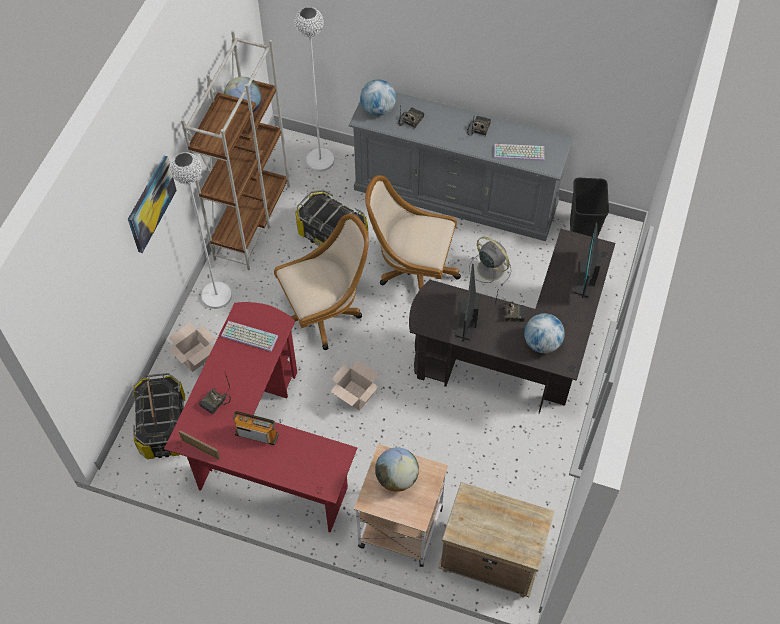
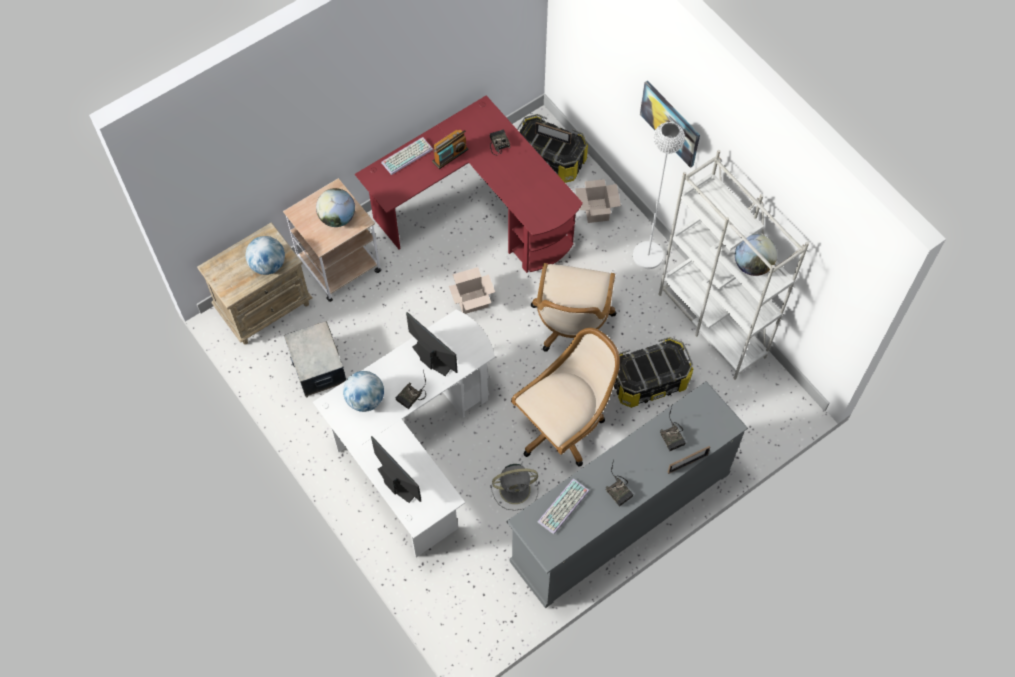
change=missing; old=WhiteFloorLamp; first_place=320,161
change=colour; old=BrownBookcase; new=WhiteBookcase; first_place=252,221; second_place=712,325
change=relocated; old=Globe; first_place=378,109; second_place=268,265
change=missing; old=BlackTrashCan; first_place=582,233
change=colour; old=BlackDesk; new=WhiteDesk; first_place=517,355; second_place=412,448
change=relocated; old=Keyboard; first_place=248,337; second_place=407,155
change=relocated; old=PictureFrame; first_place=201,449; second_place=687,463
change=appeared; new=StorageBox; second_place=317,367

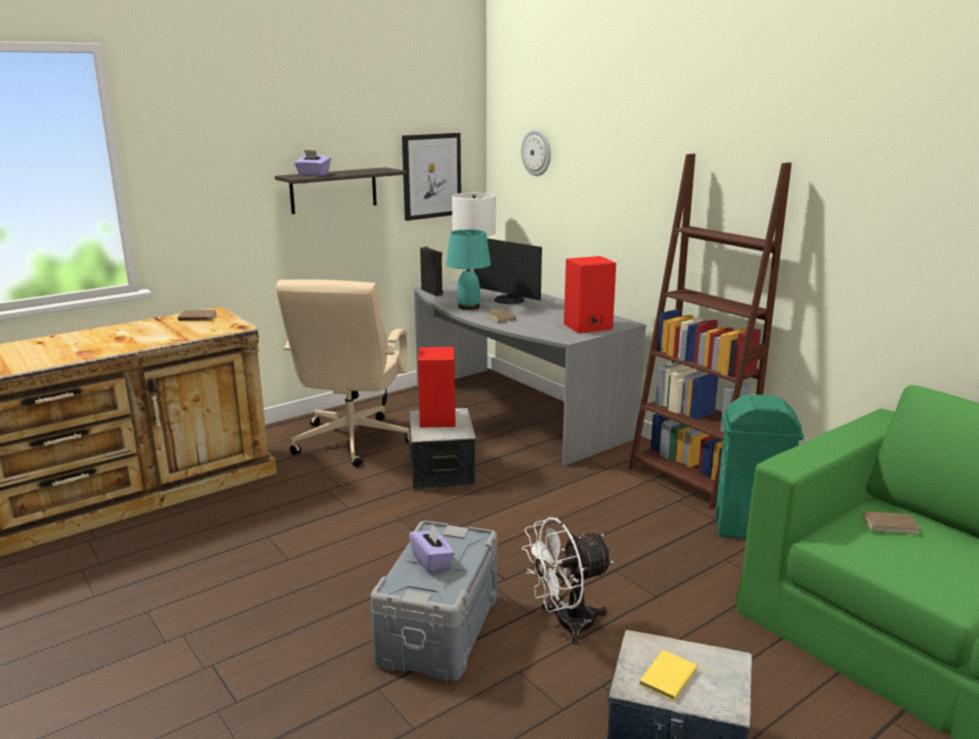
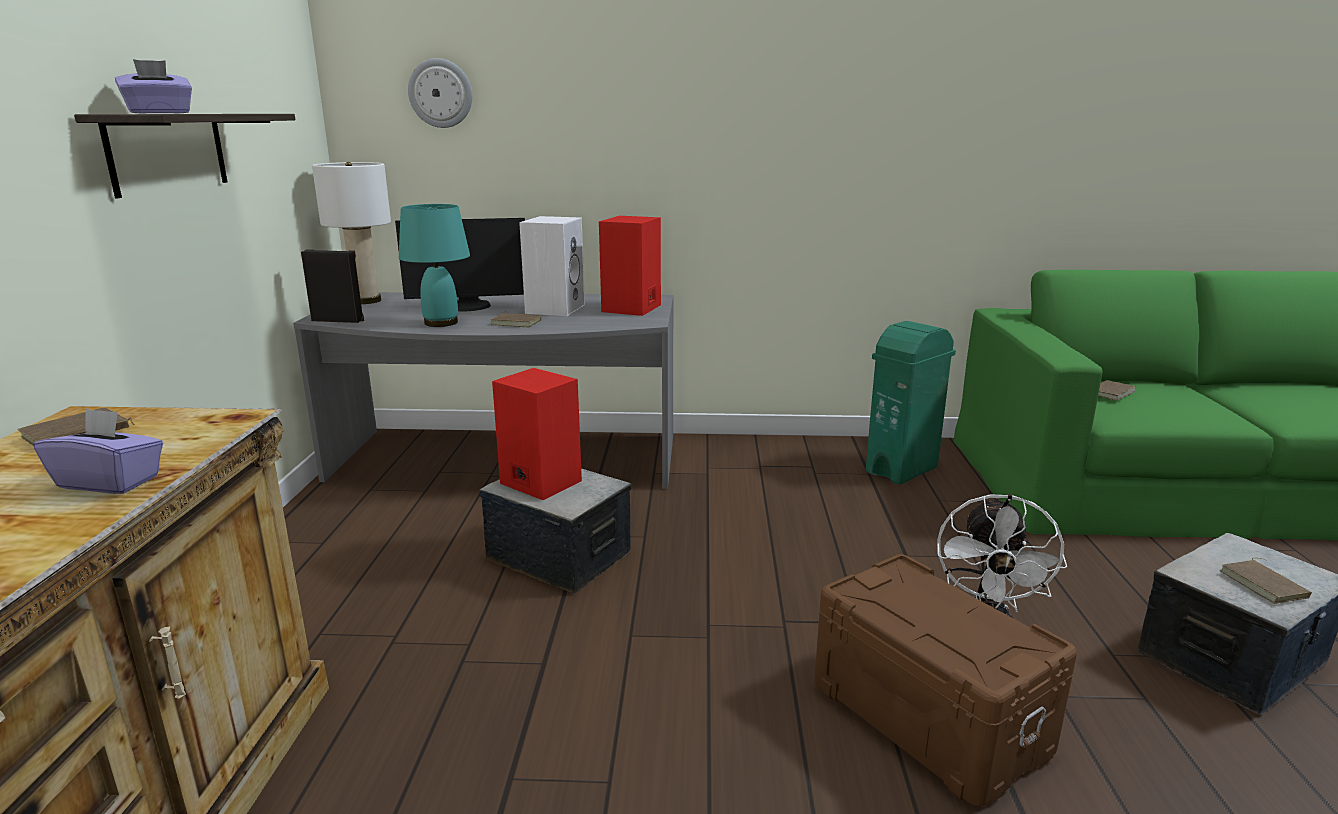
change=missing; old=Picture; first_place=431,176
change=missing; old=BrownBookcase; first_place=688,479
change=missing; old=BeigeOfficeChair; first_place=352,440
change=colour; old=GreyStorageBox; new=BrownStorageBox; first_place=440,629; second_place=929,715
change=relocated; old=PurpleTissueBox; first_place=432,561; second_place=110,482
change=colour; old=YellowBook; new=BrownBook; first_place=670,679; second_place=1265,585
change=appeared; new=WhiteSpeaker; second_place=554,309

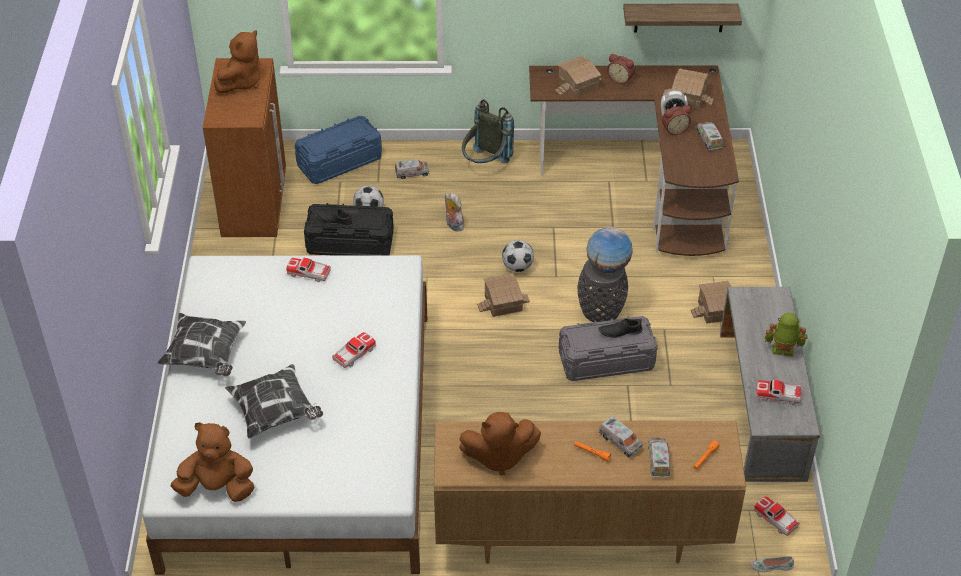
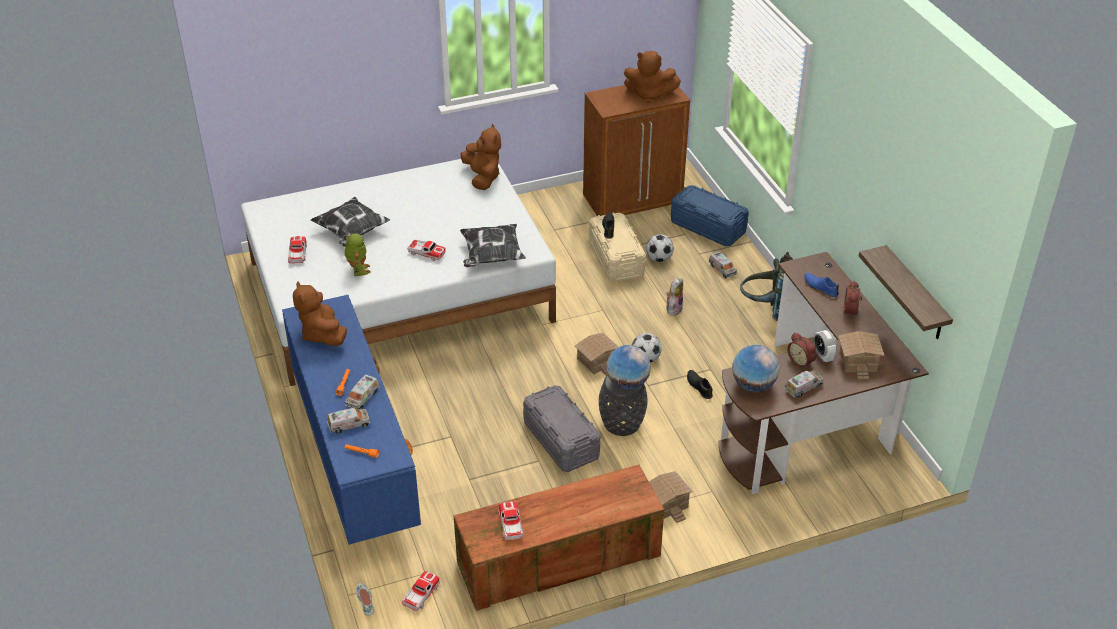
change=exchanged; old=ToyHouse; new=BlueShoe; first_place=578,86; second_place=820,287
change=colour; old=BlackStorageBox; new=BeigeStorageBox; first_place=350,243; second_place=616,259
change=relocated; old=ToyCar; first_place=309,273; second_place=297,254
change=colour; old=GreyBench; new=BrownBench; first_place=763,405; second_place=558,561
change=relocated; old=Pillow; first_place=205,355; second_place=491,256
change=relocated; old=ToyRobot; first_place=782,351; second_place=358,270
change=relocated; old=BlackShoe; first_place=620,331; second_place=699,386
change=colour; old=BrownDresser; new=BlueDresser; first_place=581,536; second_place=357,468
change=relocated; old=BrownPlushToy; first_place=217,487; second_place=483,177
change=appeared; new=Globe; second_place=753,385

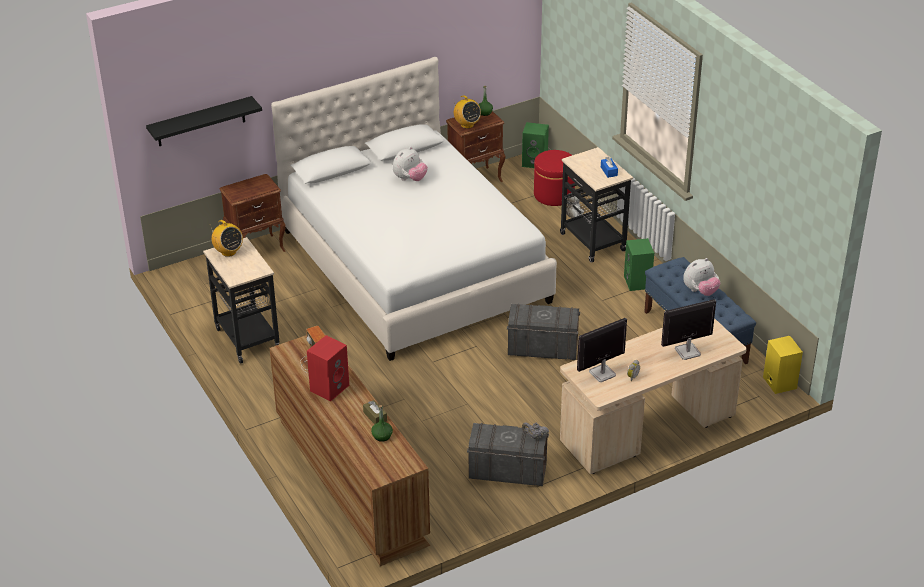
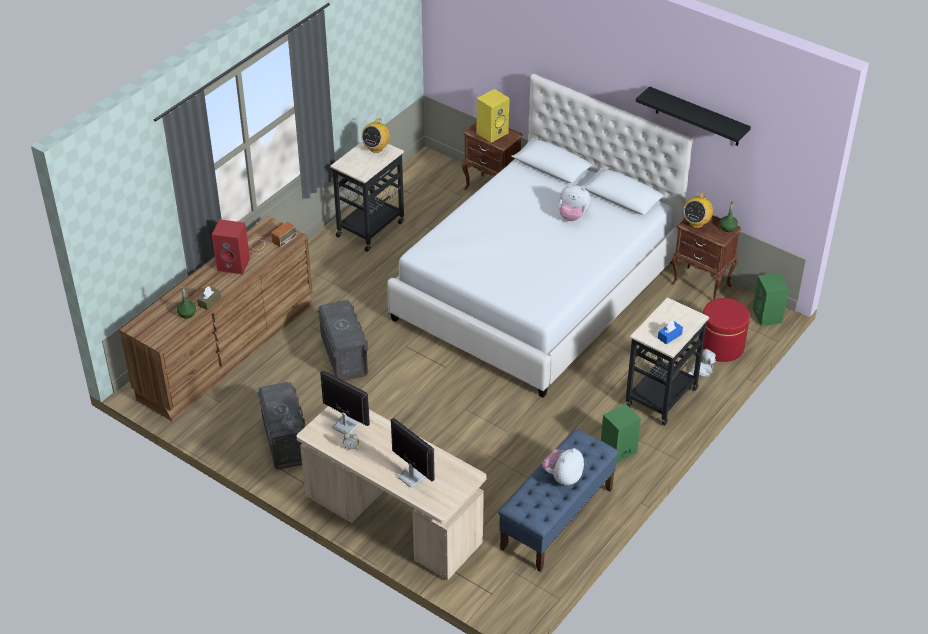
change=relocated; old=BlackShelf; first_place=201,122; second_place=698,117
change=spun; old=PlushToy; first_place=700,291; second_place=563,477; degrees=90
change=relocated; old=GreyStorageBox; first_place=542,348; second_place=344,356
change=relocated; old=YellowSpeaker; first_place=778,382; second_place=492,132

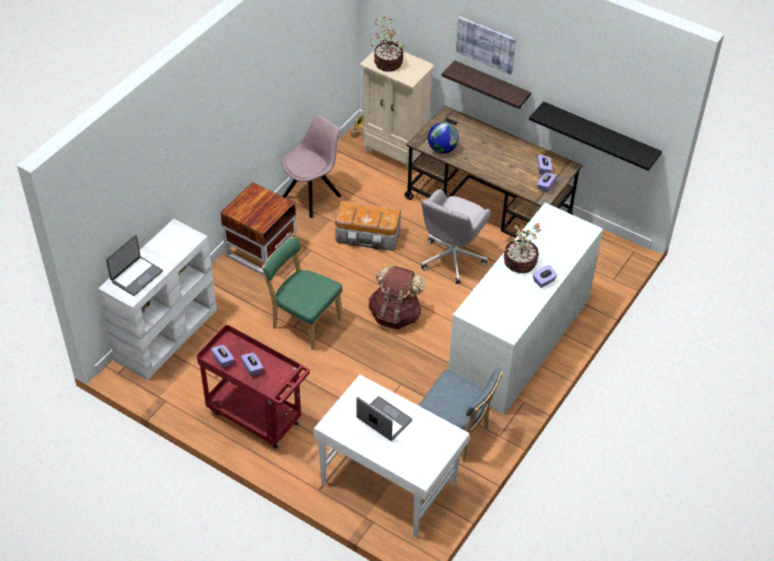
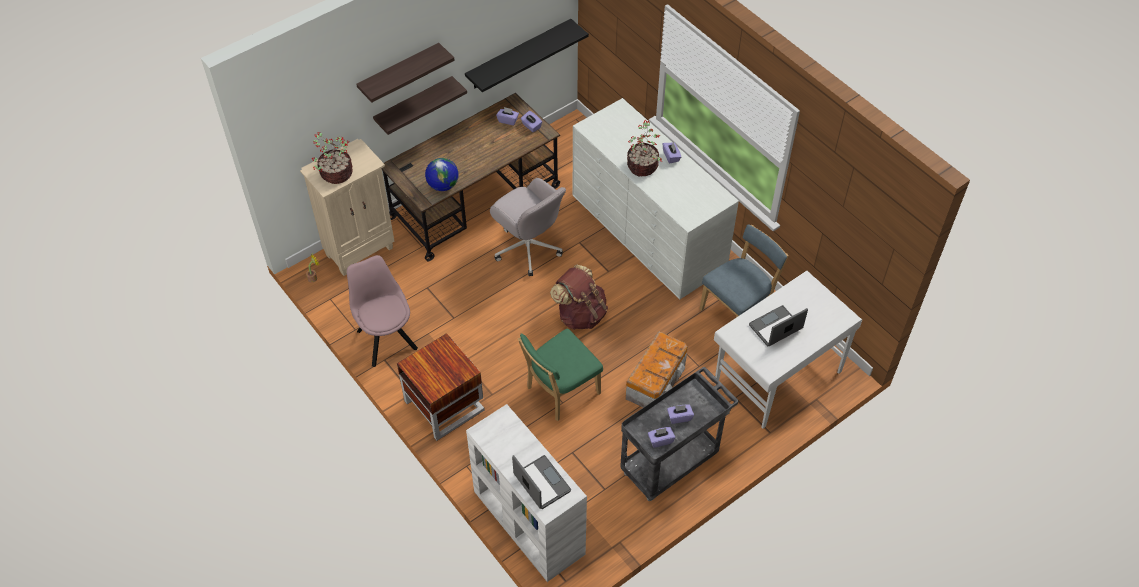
change=exchanged; old=Picture; new=Shelf; first_place=486,44; second_place=399,73
change=relocated; old=StorageBox; first_place=368,236; second_place=656,380
change=colour; old=RedCart; new=GreyCart; first_place=258,420; second_place=672,463

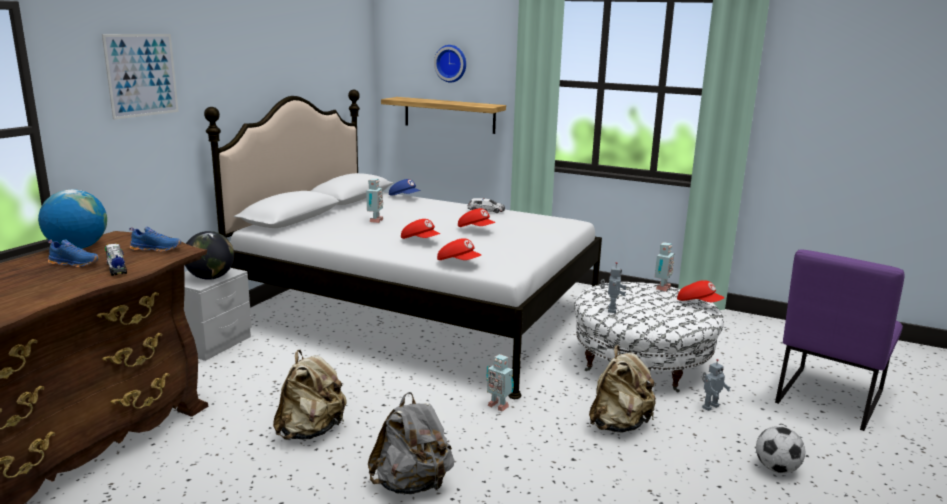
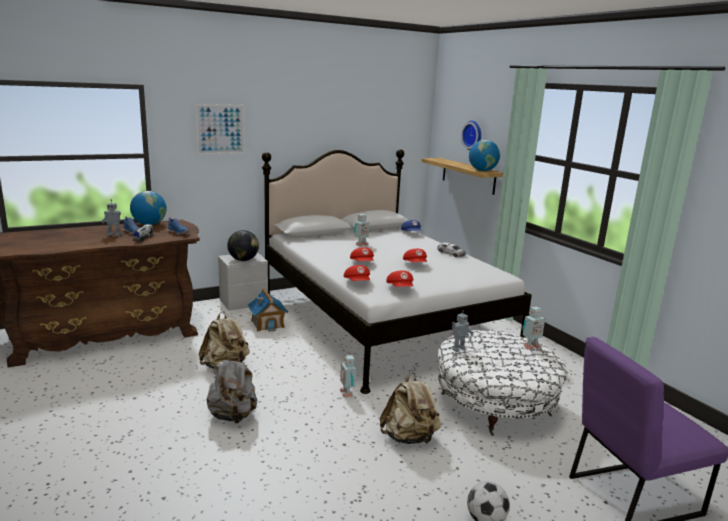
change=relocated; old=RedCap; first_place=699,303; second_place=400,288
change=relocated; old=ToyRobot; first_place=709,406; second_place=114,235
change=appeared; new=Globe; second_place=482,170
change=appeared; new=ToyHouse; second_place=267,324

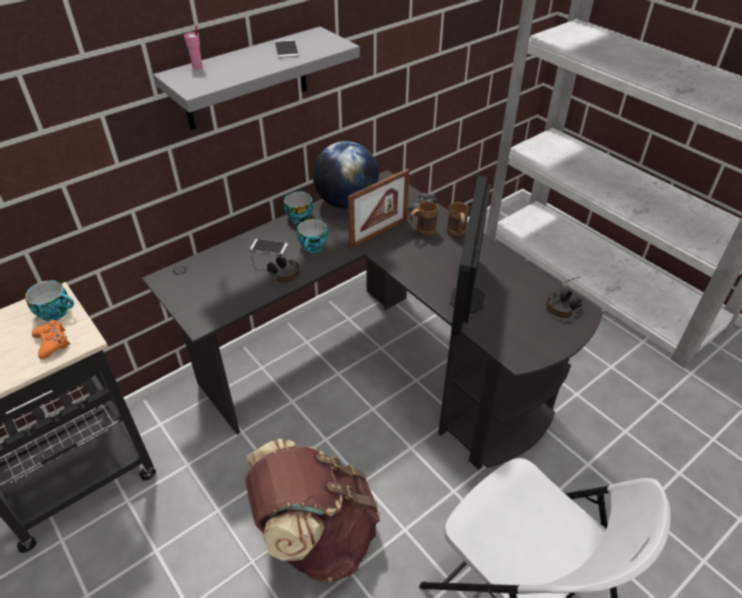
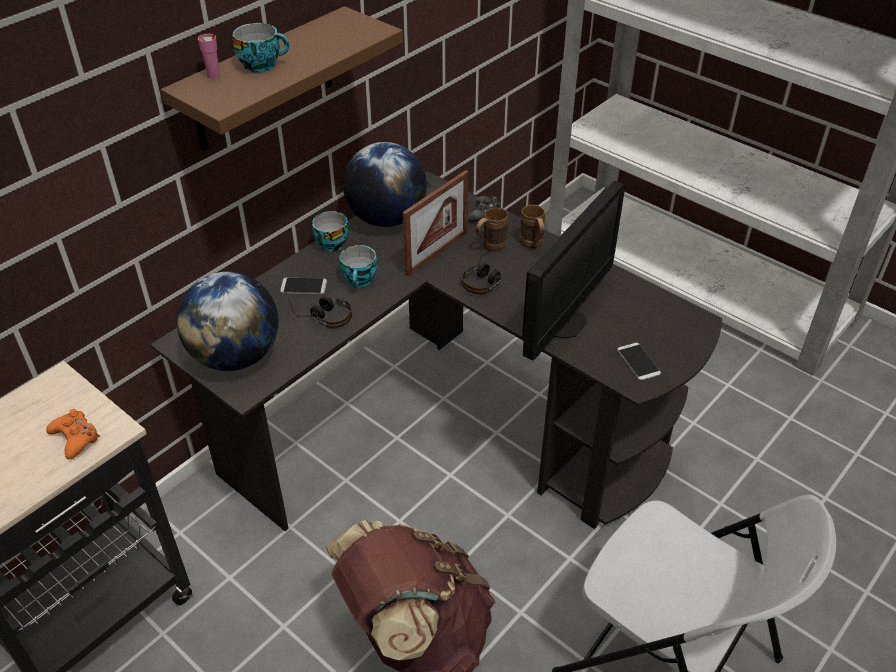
change=colour; old=GreyShelf; new=BrownShelf; first_place=246,79; second_place=263,81
change=relocated; old=Phone; first_place=286,49; second_place=638,362
change=spun; old=Monitor; first_place=467,299; second_place=563,322; degrees=-150
change=relocated; old=Headphones; first_place=566,303; second_place=485,279
change=relocated; old=Cup; first_place=56,312; second_place=262,65
change=appeared; new=Globe; second_place=236,356

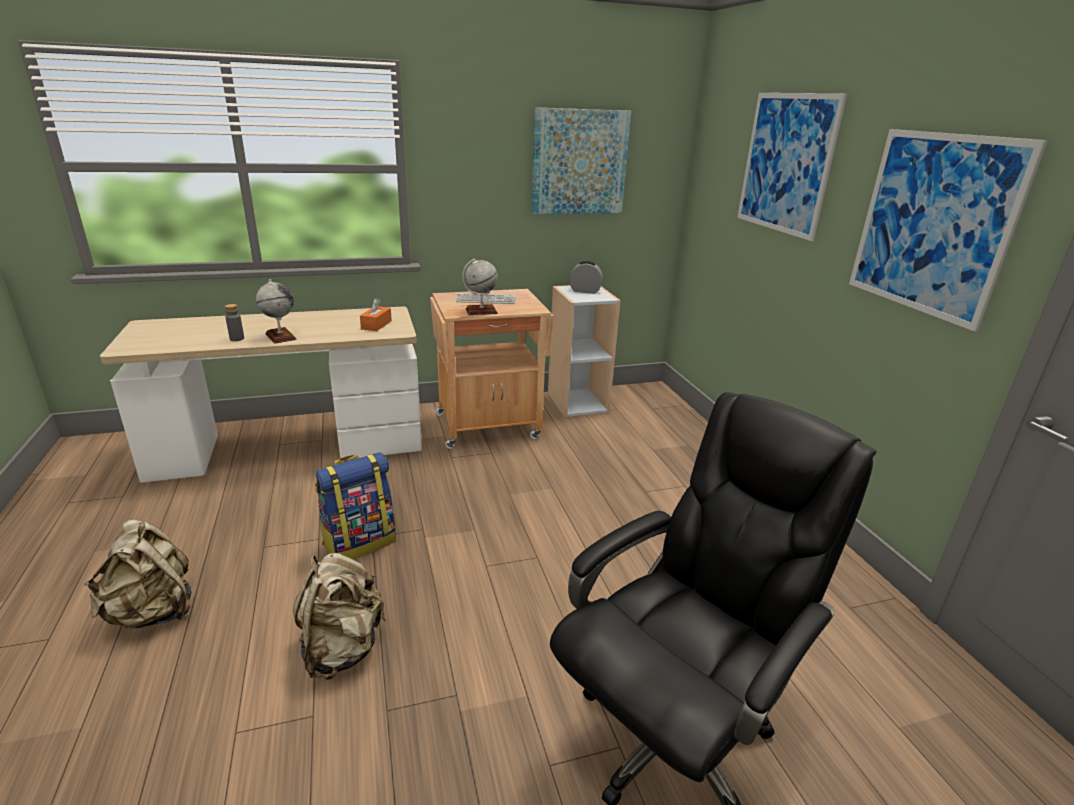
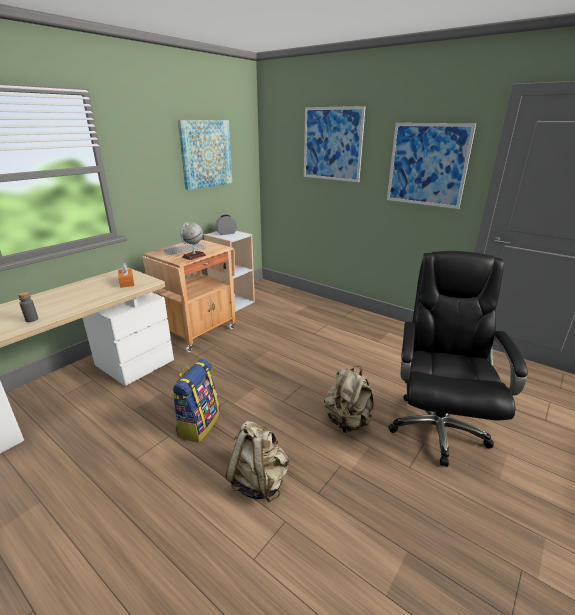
change=missing; old=Globe; first_place=280,336
change=relocated; old=BeigeBackpack; first_place=153,612; second_place=347,422

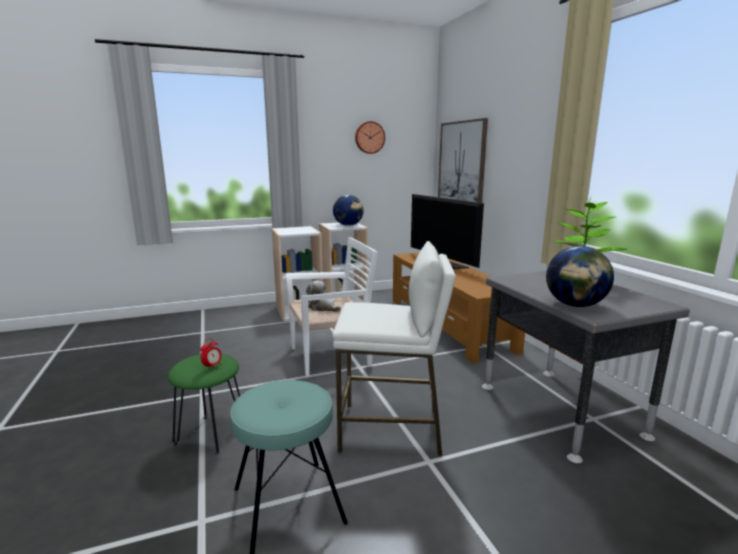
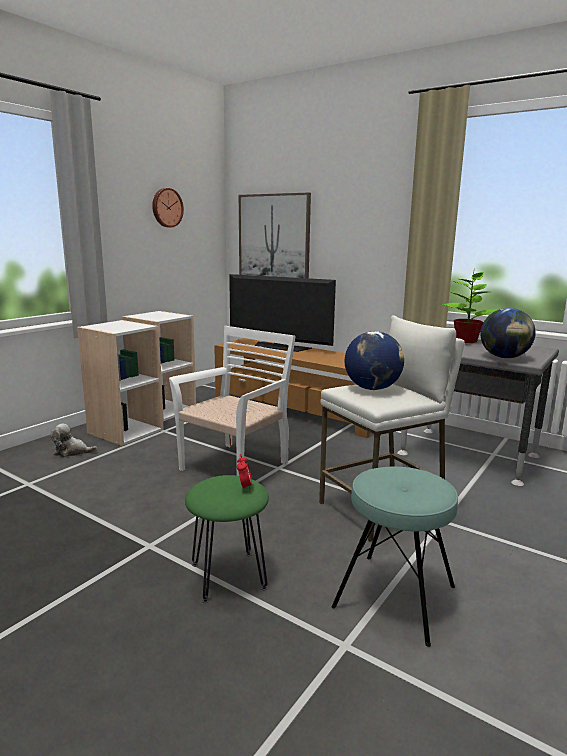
change=relocated; old=Globe; first_place=348,225; second_place=372,388
change=relocated; old=PlushToy; first_place=322,308; second_place=72,452

